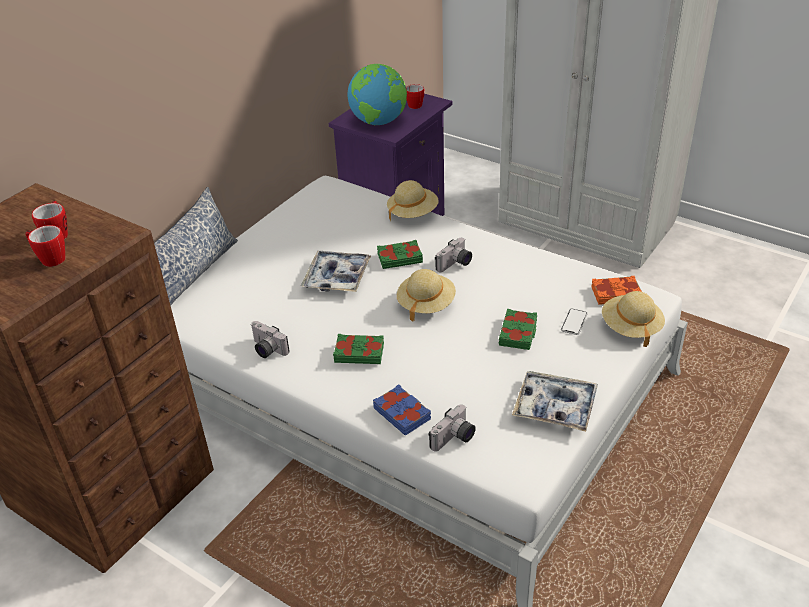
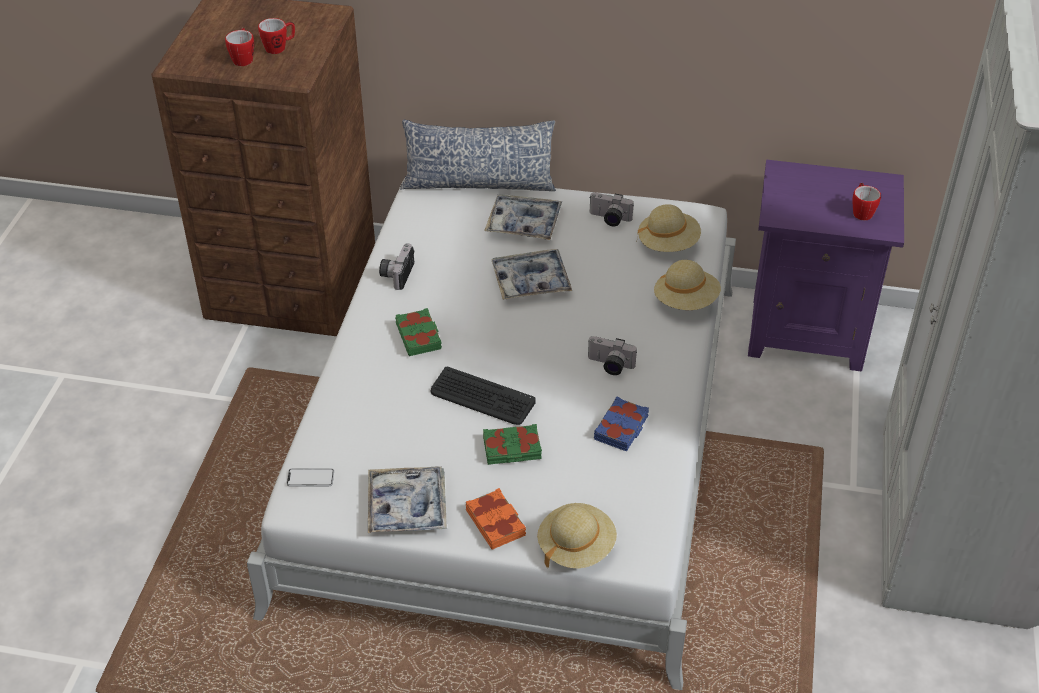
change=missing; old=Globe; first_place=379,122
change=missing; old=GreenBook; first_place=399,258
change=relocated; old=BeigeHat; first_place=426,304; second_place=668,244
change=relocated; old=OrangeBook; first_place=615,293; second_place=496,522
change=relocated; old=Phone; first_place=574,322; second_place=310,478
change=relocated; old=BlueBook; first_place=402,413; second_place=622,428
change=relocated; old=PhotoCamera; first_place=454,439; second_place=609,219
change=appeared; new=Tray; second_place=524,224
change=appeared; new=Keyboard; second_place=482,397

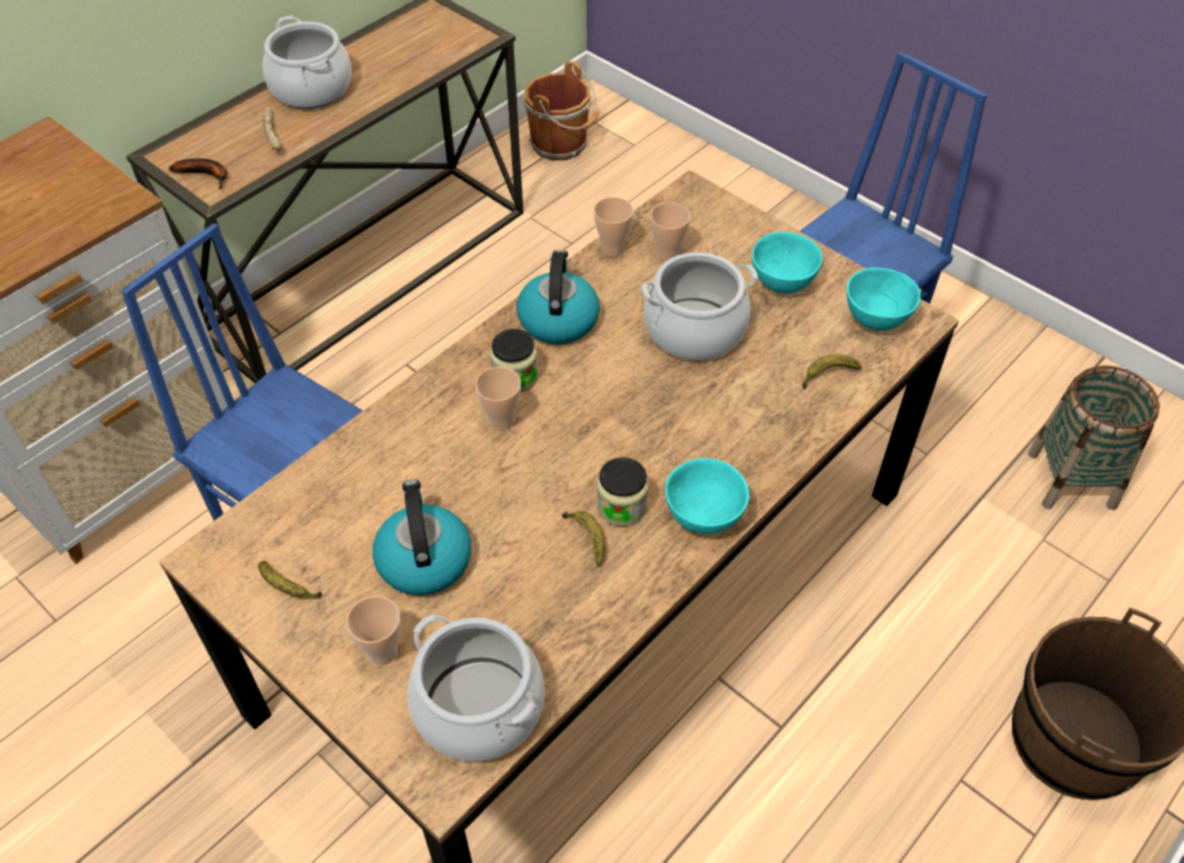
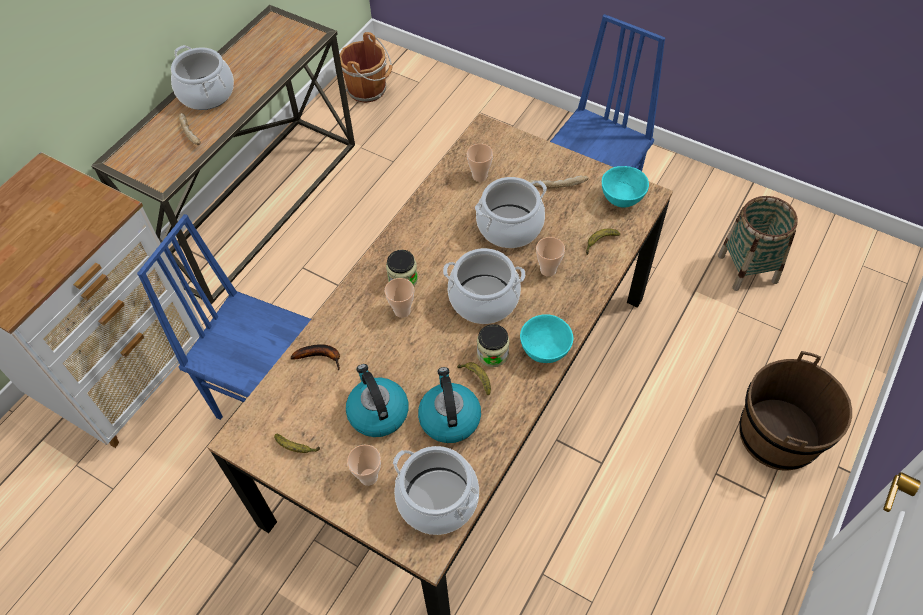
change=relocated; old=Banana; first_place=206,175; second_place=321,356
change=relocated; old=Cup; first_place=612,248; second_place=548,270
change=exchanged; old=TurquoiseBowl; new=Bread; first_place=782,284; second_place=557,185
change=relocated; old=Kettle; first_place=558,319; second_place=449,418
change=appeared; new=CookingPot; second_place=484,299

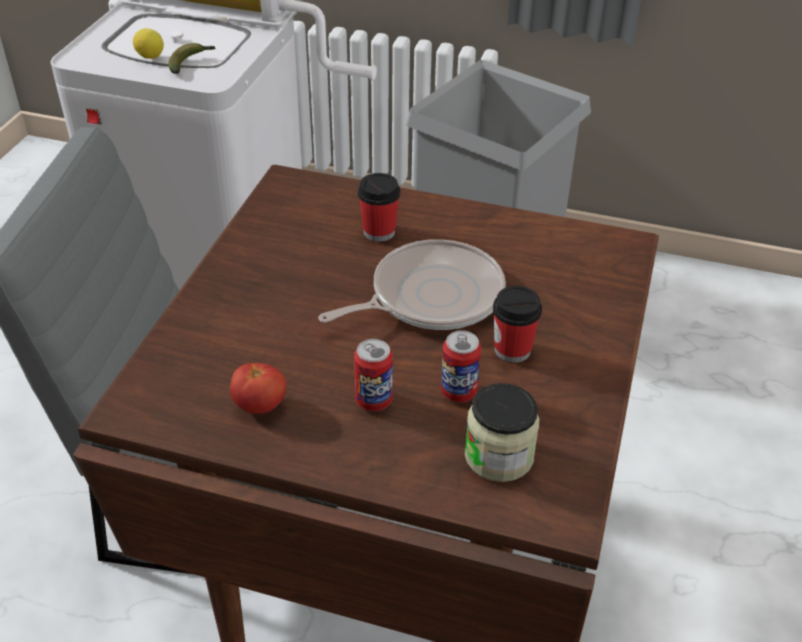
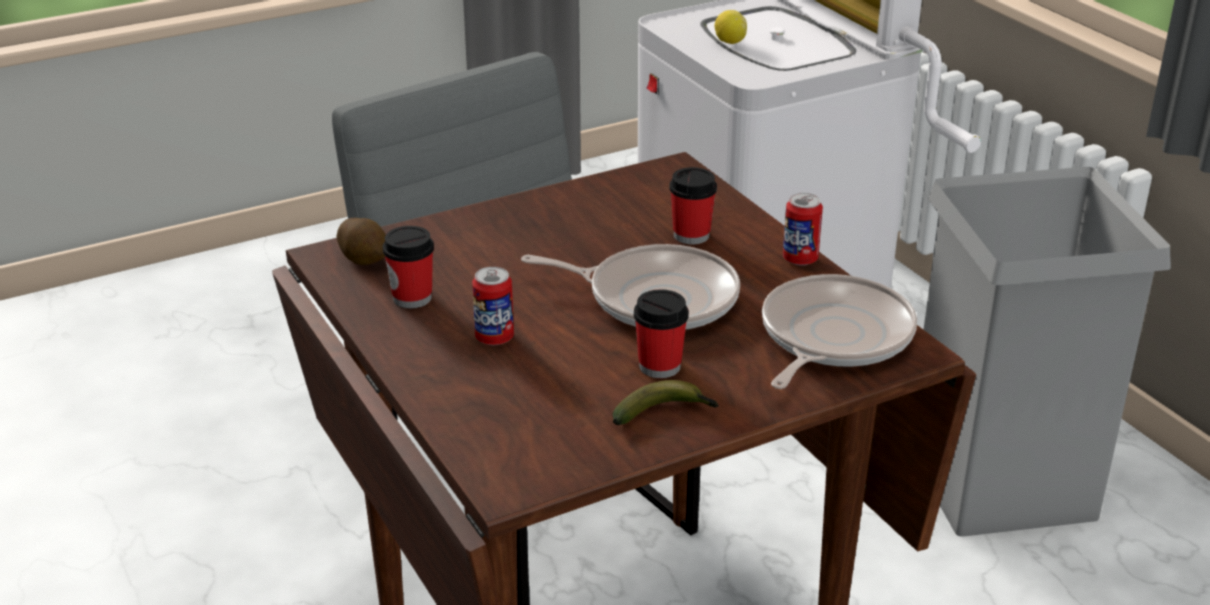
change=relocated; old=Banana; first_place=191,63; second_place=665,414
change=relocated; old=Can; first_place=458,392; second_place=800,259
change=exchanged; old=Tomato; new=Cup; first_place=260,406; second_place=412,298
change=missing; old=Jar; first_place=499,456
change=appeared; new=Potato; second_place=365,258
change=appeared; new=FryingPan; second_place=832,338

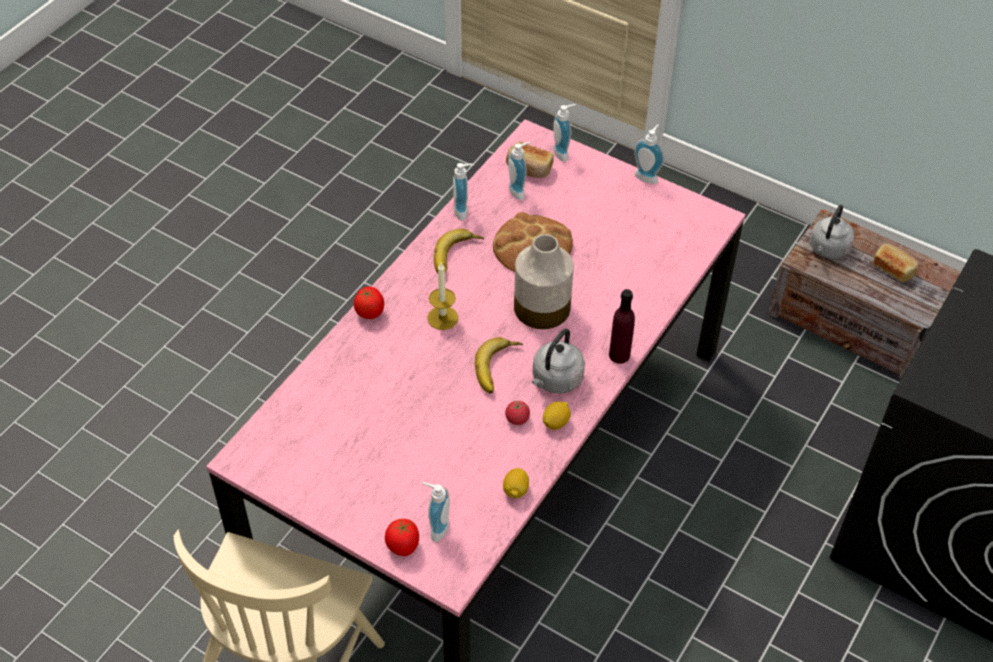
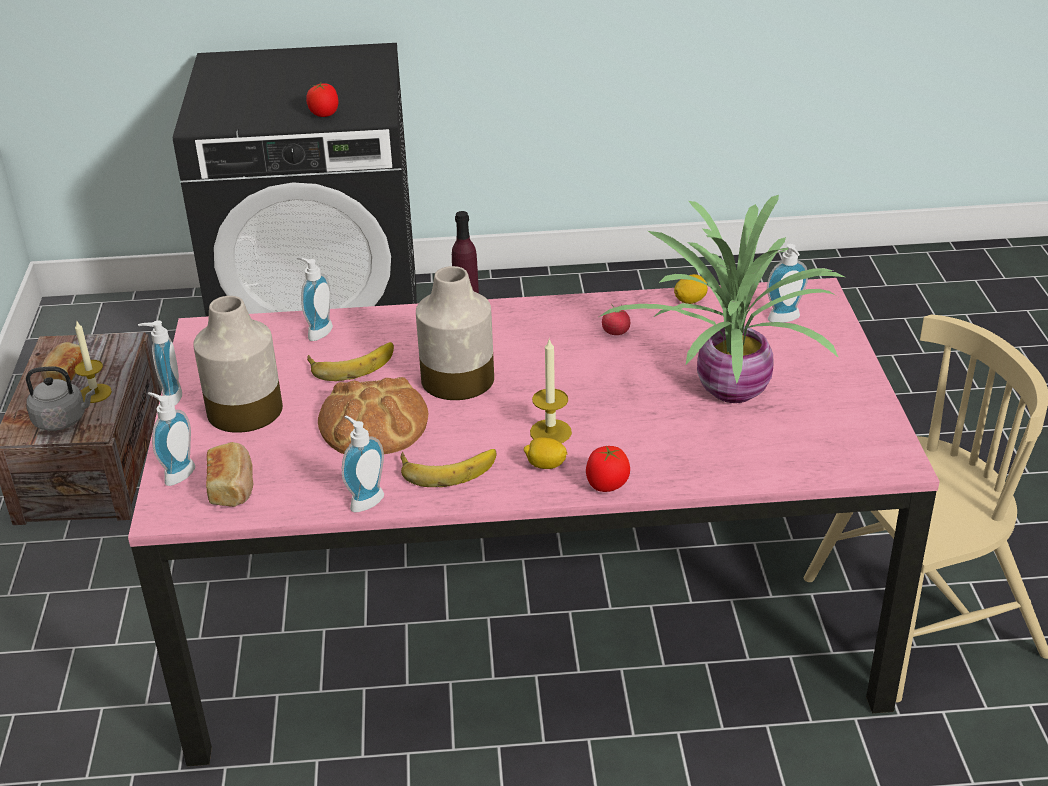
change=relocated; old=SoapDispenser; first_place=519,191; second_place=317,331
change=missing; old=GreyKettle; first_place=555,380
change=relocated; old=Banana; first_place=499,368; second_place=351,363
change=relocated; old=Lemon; first_place=556,422; second_place=545,465
change=relocated; old=Tomato; first_place=403,546; second_place=324,114
change=appeared; new=PottedPlant; second_place=728,389
change=appeared; new=BeigeVase; second_place=244,410
change=appeared; new=Candle; second_place=95,393

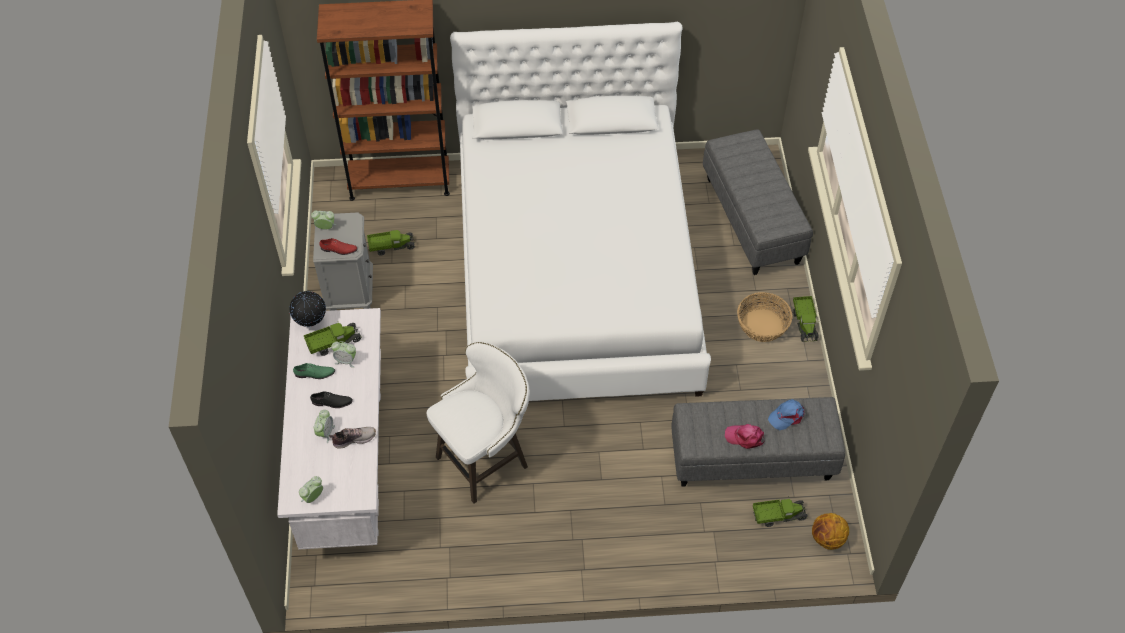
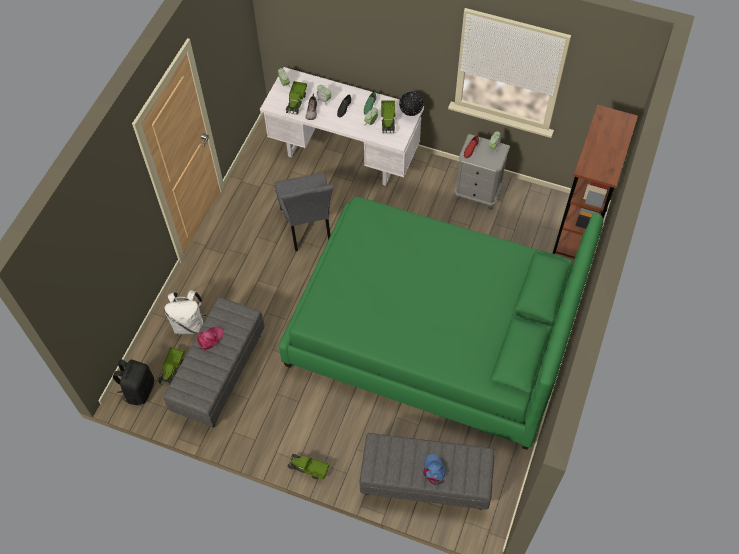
change=colour; old=WhiteBed; new=GreenBed; first_place=576,272; second_place=432,333
change=relocated; old=ToyTruck; first_place=391,246; second_place=296,101
change=missing; old=Basket; first_place=762,325
change=exchanged; old=WhiteStool; new=GreyChair; first_place=485,460; second_place=307,224
change=relocated; old=BlueCap; first_place=787,416; second_place=434,470
change=exchanged; old=Basketball; new=BlackBackpack; first_place=827,539; second_place=139,390
change=appeared; new=WhiteBackpack; second_place=189,324

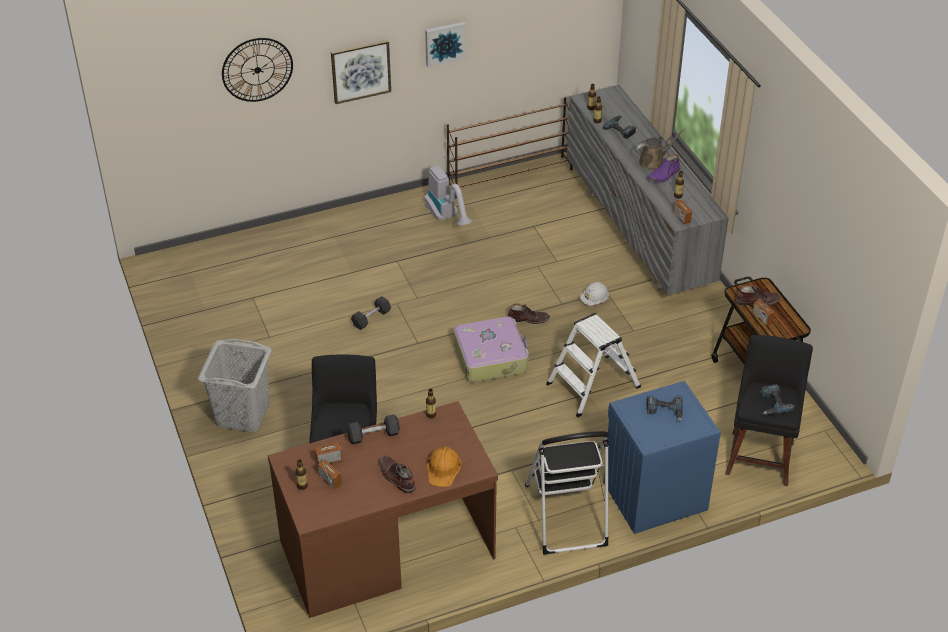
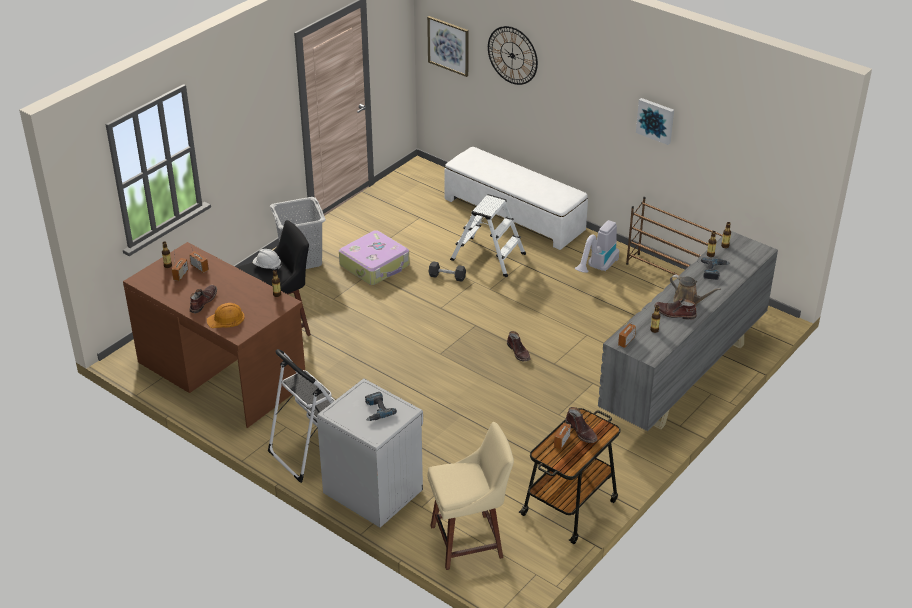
change=relocated; old=Picture; first_place=361,71; second_place=448,45
change=colour; old=PurpleBoot; new=BrownBoot; first_place=663,175; second_place=674,313
change=relocated; old=WhiteHardHat; first_place=594,300; second_place=267,266
change=relocated; old=WhiteStepLadder; first_place=593,385; second_place=488,257
change=relocated; old=Suitcase; first_place=491,357; second_place=375,265
change=colour; old=BlackStool; new=BeigeStool; first_place=760,455; second_place=470,541
change=colour; old=BlueWashingMachine; new=WhiteWashingMachine; first_place=653,495; second_place=374,490
change=missing; old=PowerDrill; first_place=772,403
change=missing; old=BlackDumbbell; first_place=374,435
change=appeared; new=WhiteBench; second_place=515,214

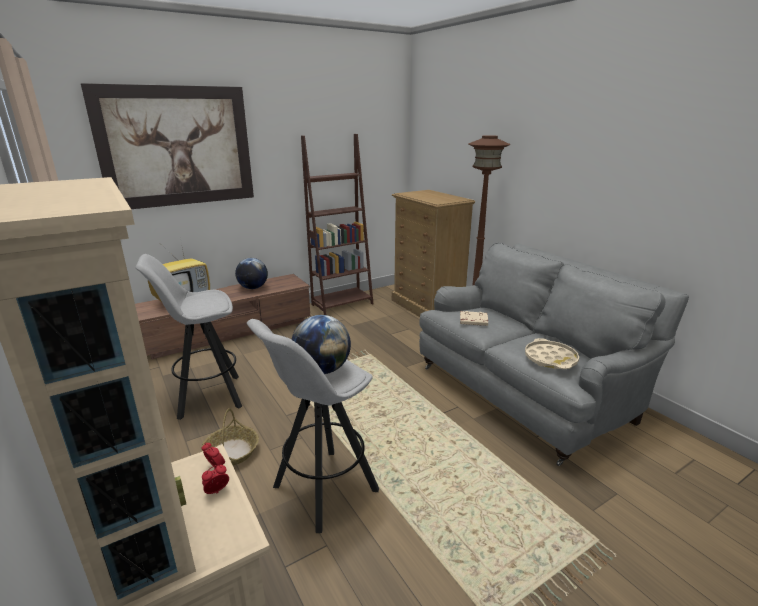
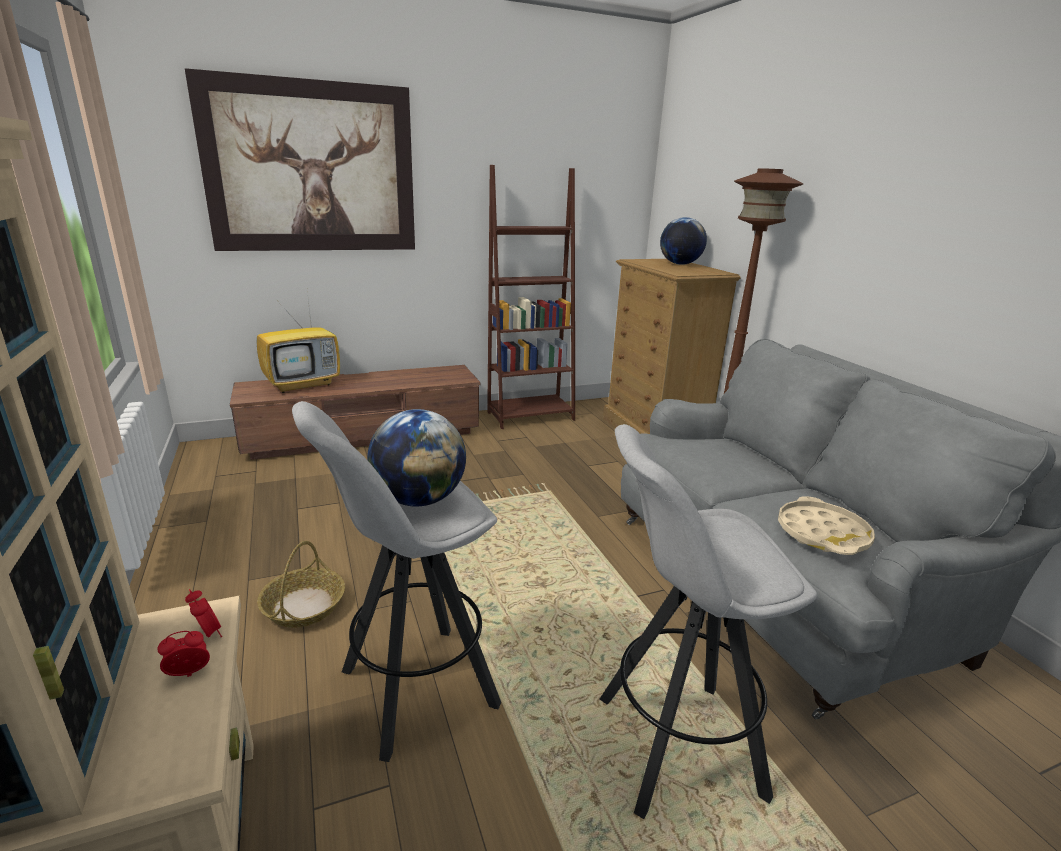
change=relocated; old=GreyStool; first_place=207,396; second_place=672,745
change=relocated; old=Globe; first_place=253,288; second_place=680,264
change=missing; old=BeigeBook; first_place=473,321

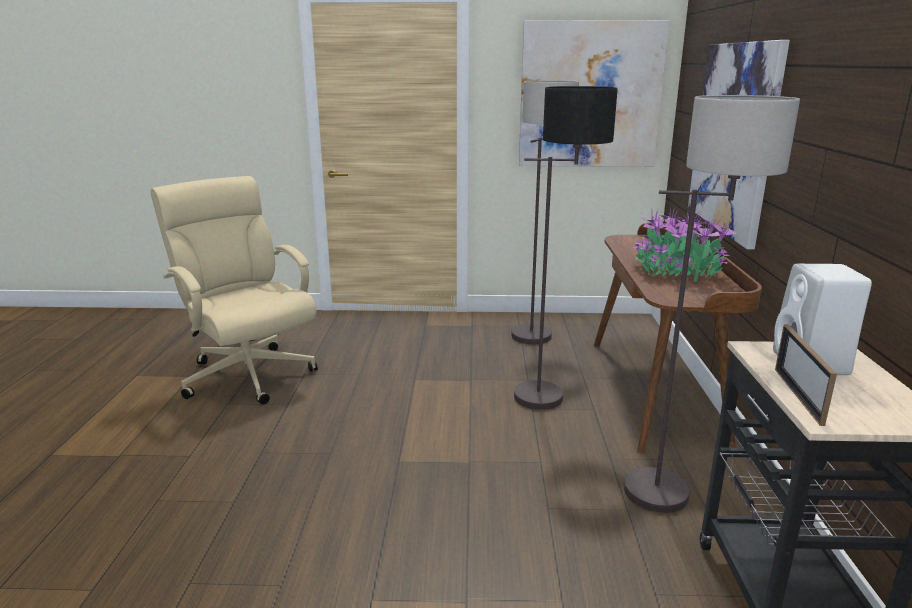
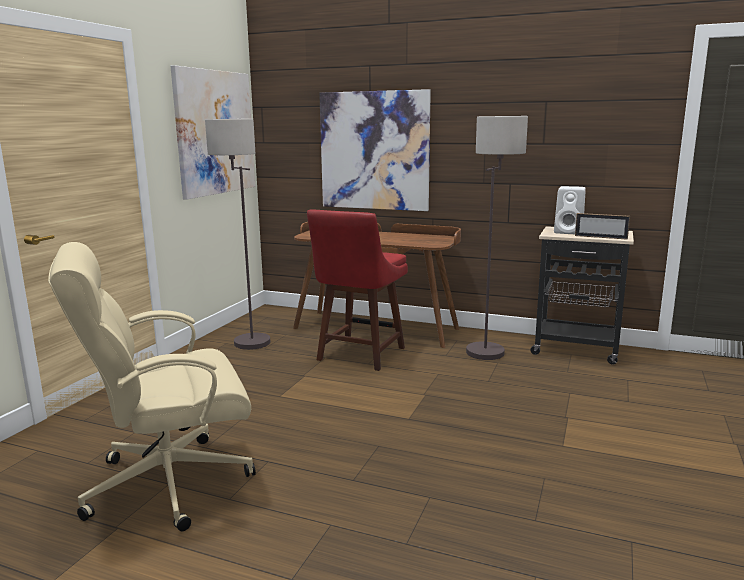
change=exchanged; old=BlackFloorLamp; new=RedStool; first_place=553,398; second_place=359,355
change=missing; old=PottedPlant; first_place=677,272

